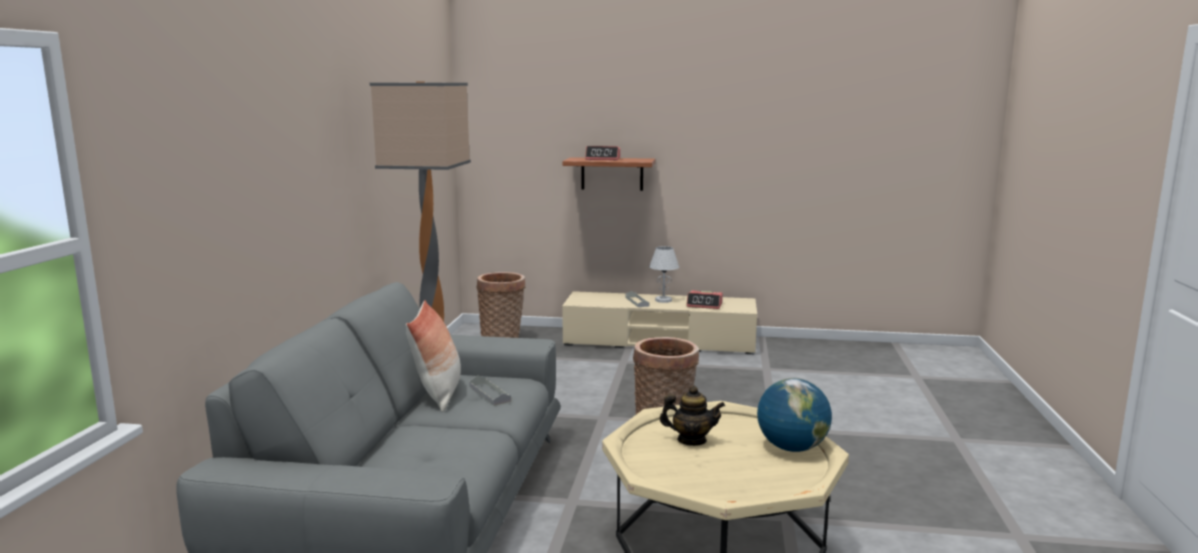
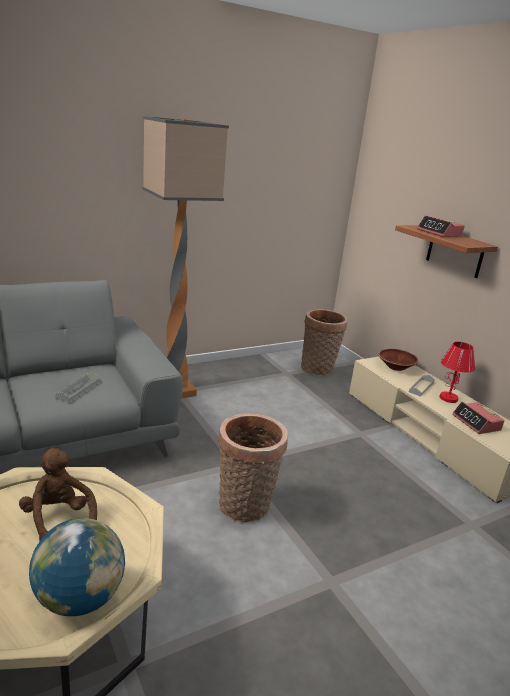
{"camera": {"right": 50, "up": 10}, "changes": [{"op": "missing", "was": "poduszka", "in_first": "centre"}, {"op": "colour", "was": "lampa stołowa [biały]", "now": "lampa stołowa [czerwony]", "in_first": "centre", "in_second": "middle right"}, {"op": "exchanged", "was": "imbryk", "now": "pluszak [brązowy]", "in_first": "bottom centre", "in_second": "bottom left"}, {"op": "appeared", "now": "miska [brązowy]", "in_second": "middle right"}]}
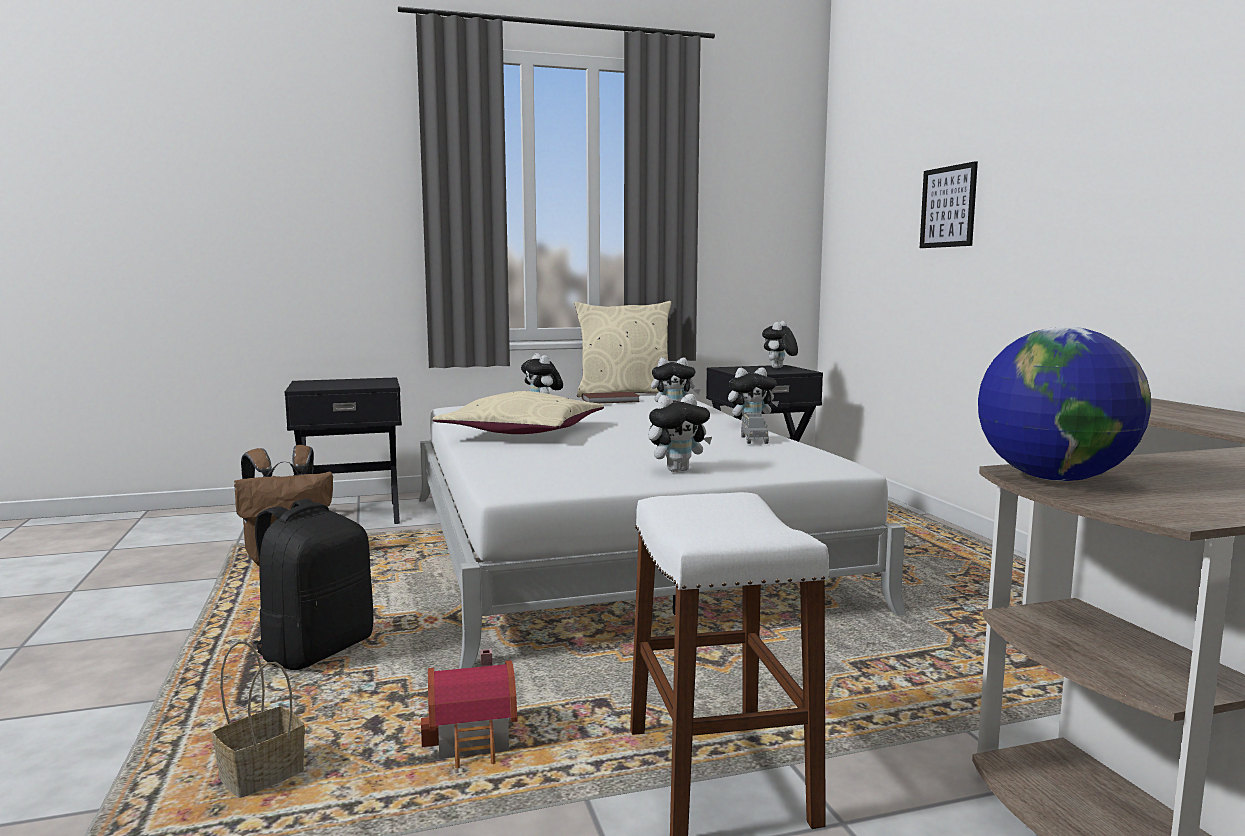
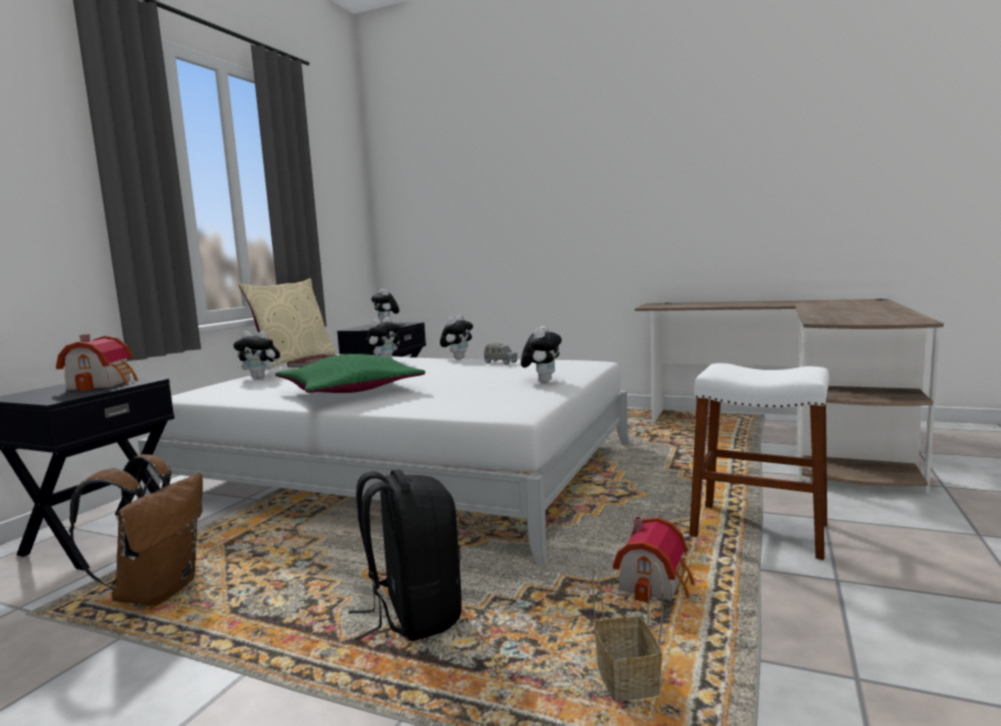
{"camera": {"right": -50, "up": 0}, "changes": [{"op": "colour", "was": "poduszka [beżowy] (no. 1 from left)", "now": "poduszka [zielony]", "in_first": "centre", "in_second": "centre"}, {"op": "missing", "was": "obraz", "in_first": "top right"}, {"op": "missing", "was": "globus", "in_first": "middle right"}, {"op": "appeared", "now": "domek (no. 1 from left)", "in_second": "middle left"}]}
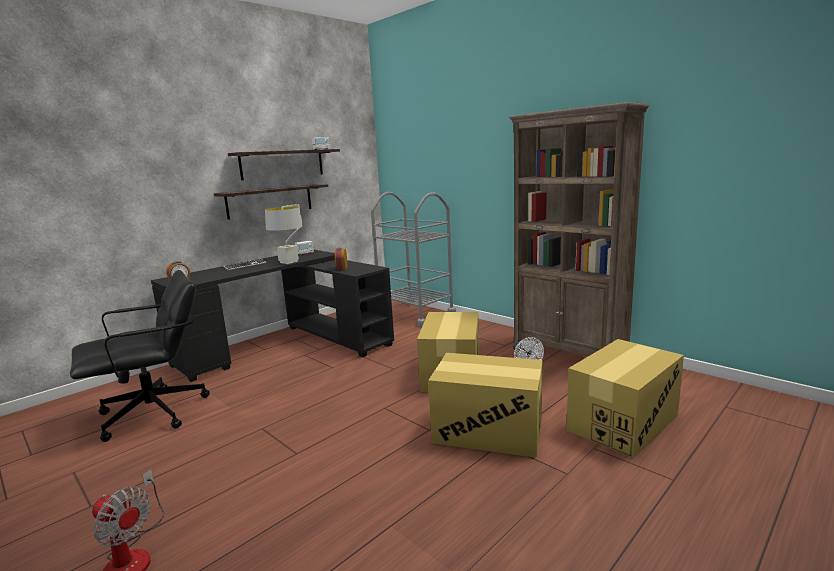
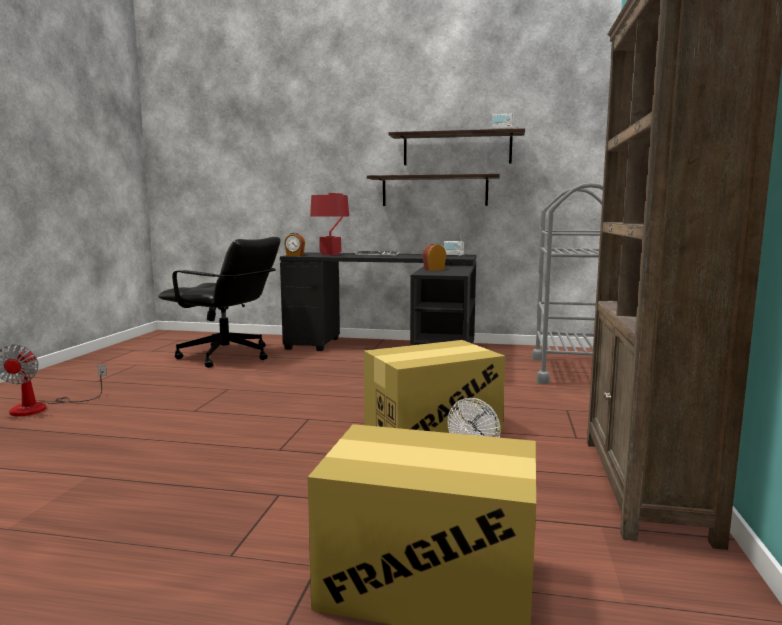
{"camera": {"right": 55, "up": -5}, "changes": [{"op": "missing", "was": "lampa stołowa [szary]", "in_first": "centre"}, {"op": "missing", "was": "karton (no. 2 from left)", "in_first": "bottom centre"}, {"op": "appeared", "now": "lampa stołowa [czerwony]", "in_second": "centre"}]}
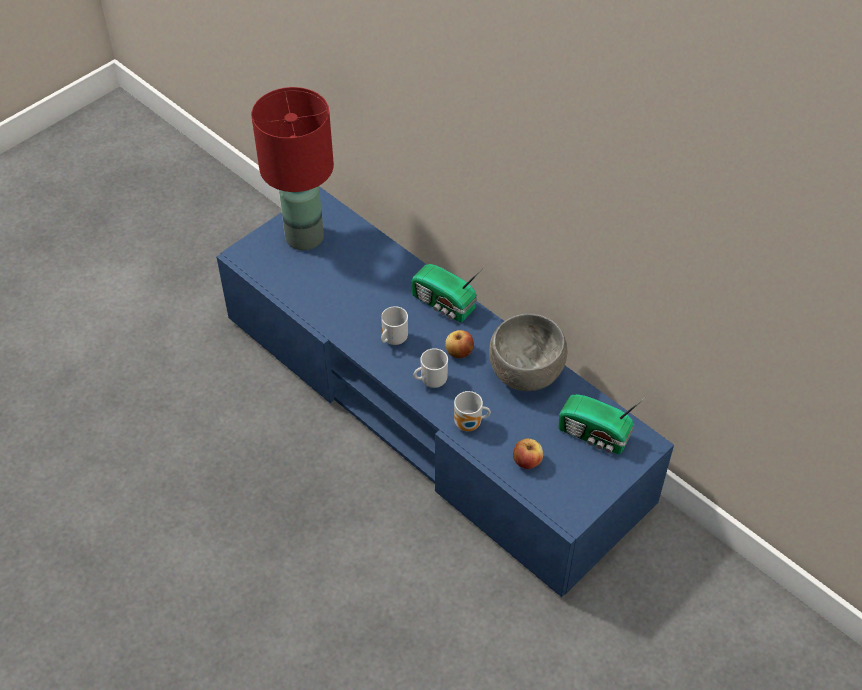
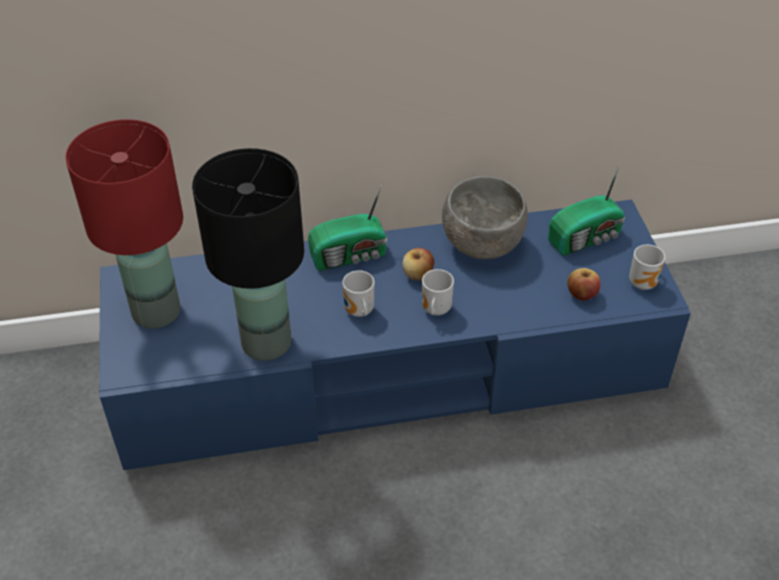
{"camera": {"right": -55, "up": -5}, "changes": [{"op": "relocated", "was": "kubek (no. 3 from left)", "in_first": "centre", "in_second": "middle right"}, {"op": "appeared", "now": "lampa stołowa [czarny]", "in_second": "middle left"}]}
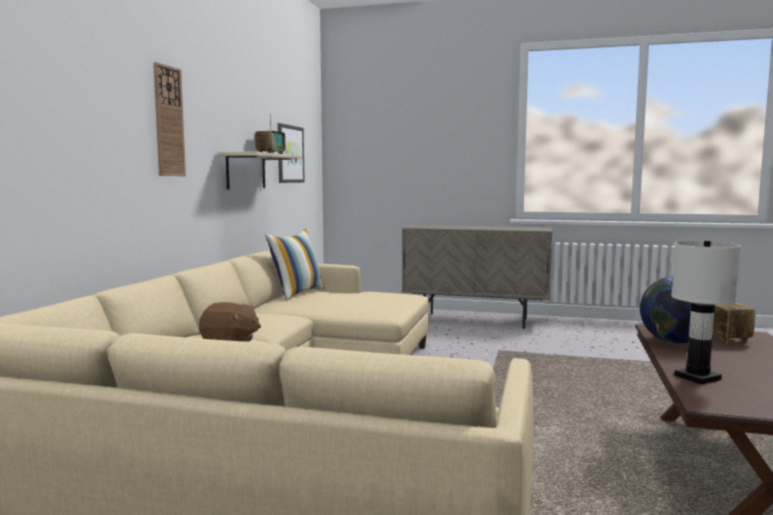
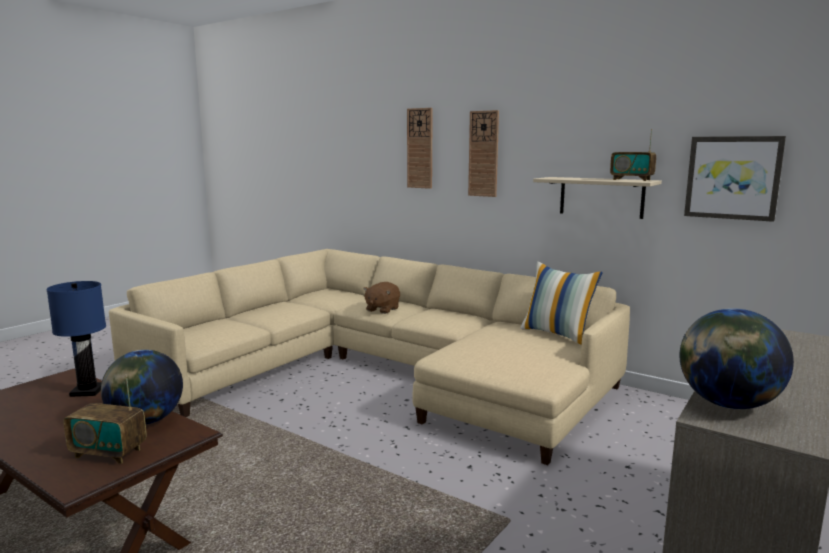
{"camera": {"right": 110, "up": 5}, "changes": [{"op": "colour", "was": "lampa stołowa [biały]", "now": "lampa stołowa [niebieski]", "in_first": "middle right", "in_second": "middle left"}, {"op": "appeared", "now": "zegar ścienny (no. 1 from left)", "in_second": "top centre"}, {"op": "appeared", "now": "globus (no. 2 from left)", "in_second": "middle right"}]}
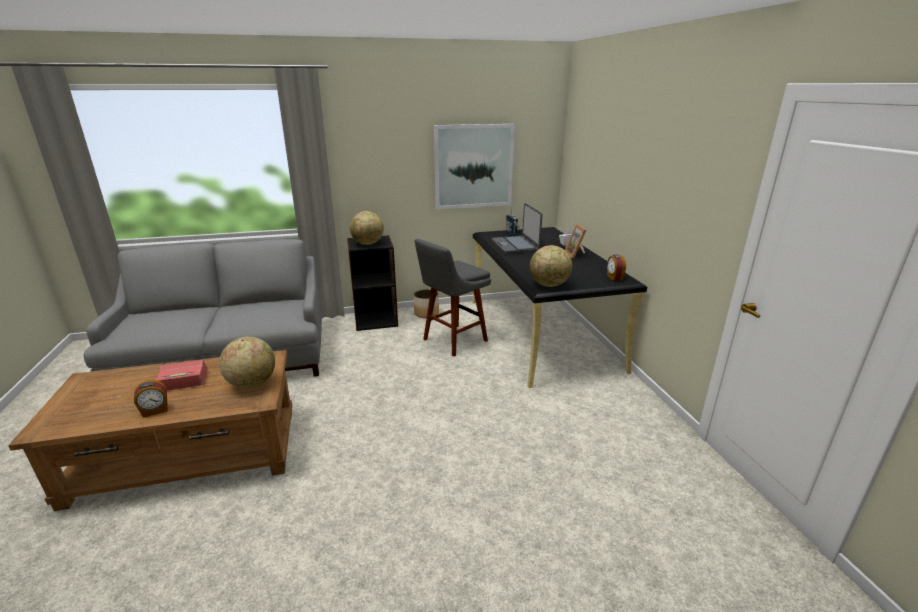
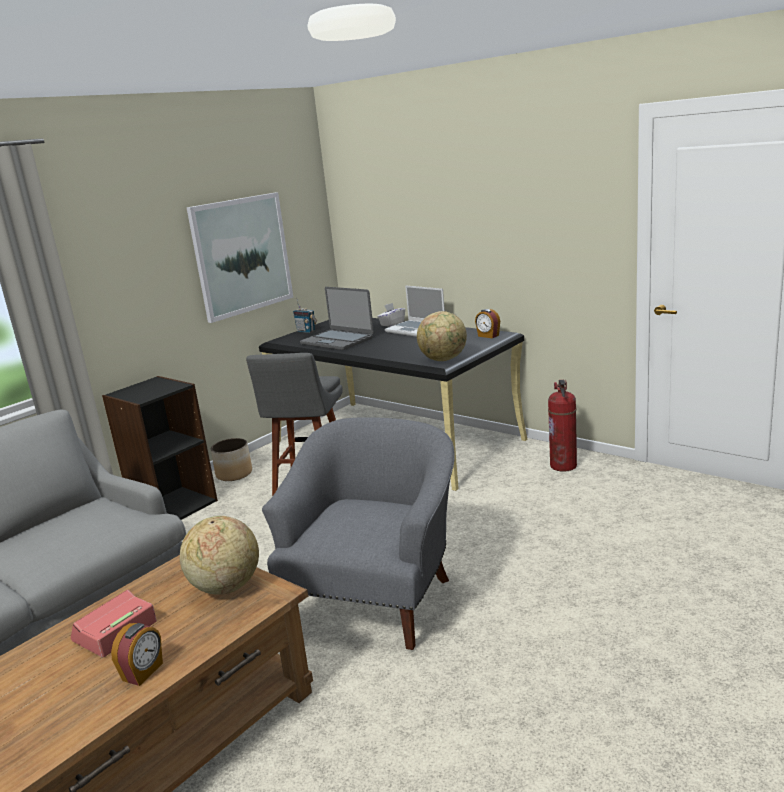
{"camera": {"right": -35, "up": -5}, "changes": [{"op": "missing", "was": "globus (no. 2 from left)", "in_first": "centre"}, {"op": "exchanged", "was": "ramka na zdjęcie", "now": "laptop (no. 2 from left)", "in_first": "centre", "in_second": "centre"}, {"op": "appeared", "now": "fotel [szary]", "in_second": "bottom centre"}, {"op": "appeared", "now": "gaśnica", "in_second": "middle right"}]}
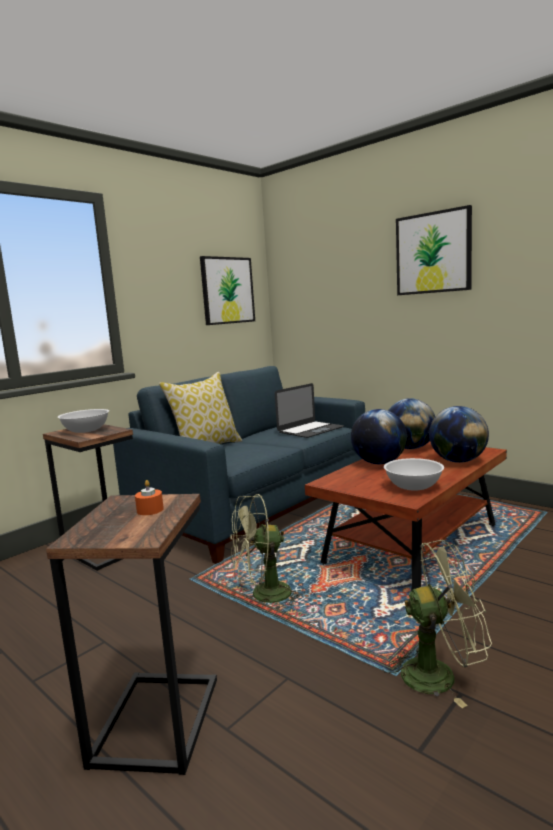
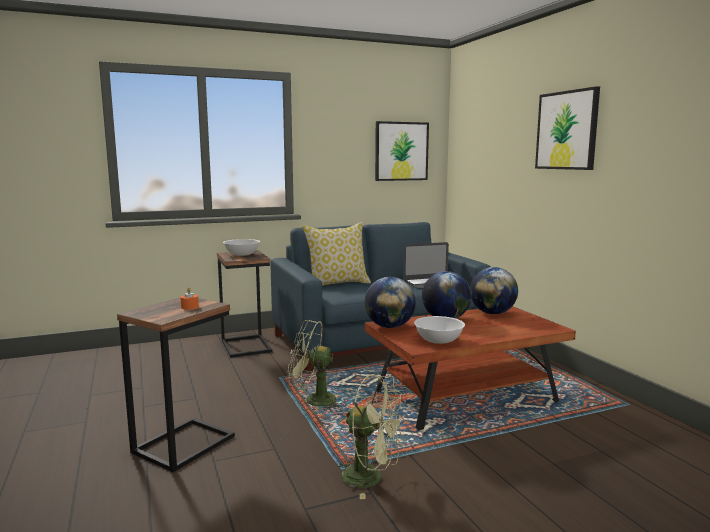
{"camera": {"right": 25, "up": 0}, "changes": [{"op": "relocated", "was": "globus (no. 3 from left in the first image)", "now": "globus (no. 1 from left)", "in_first": "middle right", "in_second": "centre"}]}
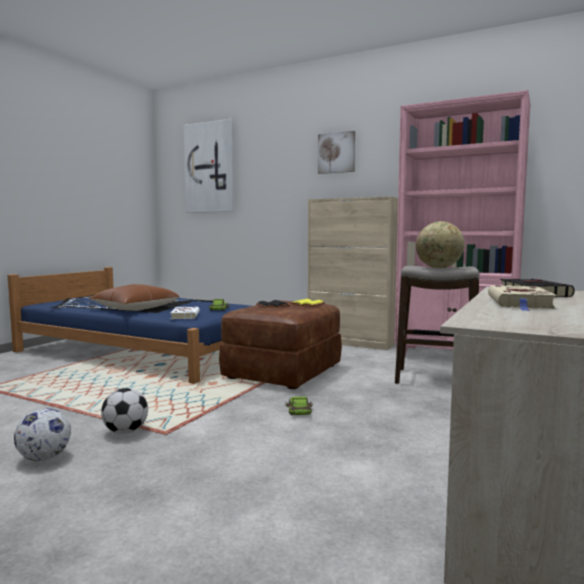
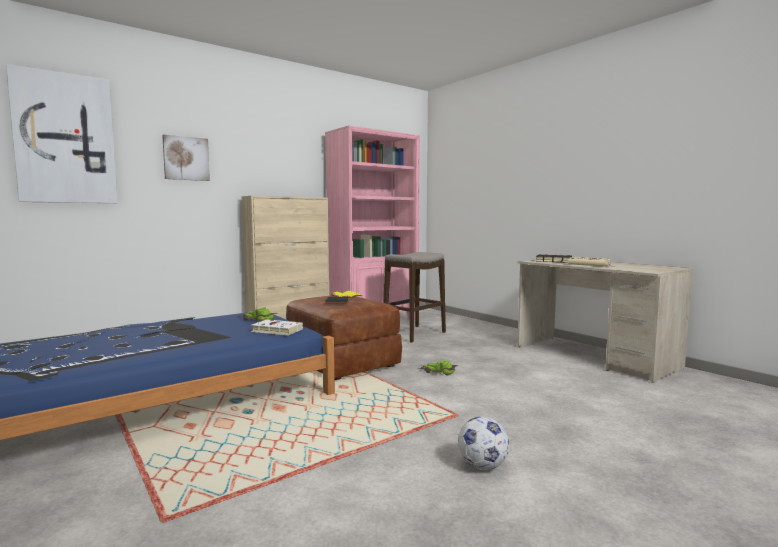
{"camera": {"right": -65, "up": 0}, "changes": [{"op": "missing", "was": "poduszka [brązowy]", "in_first": "middle left"}, {"op": "missing", "was": "piłka futbolowa (no. 2 from left)", "in_first": "bottom left"}, {"op": "relocated", "was": "obraz (no. 2 from left)", "in_first": "top centre", "in_second": "top left"}, {"op": "missing", "was": "globus", "in_first": "middle right"}]}
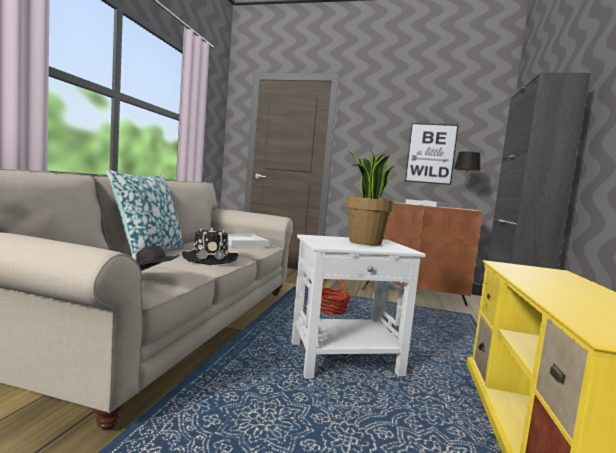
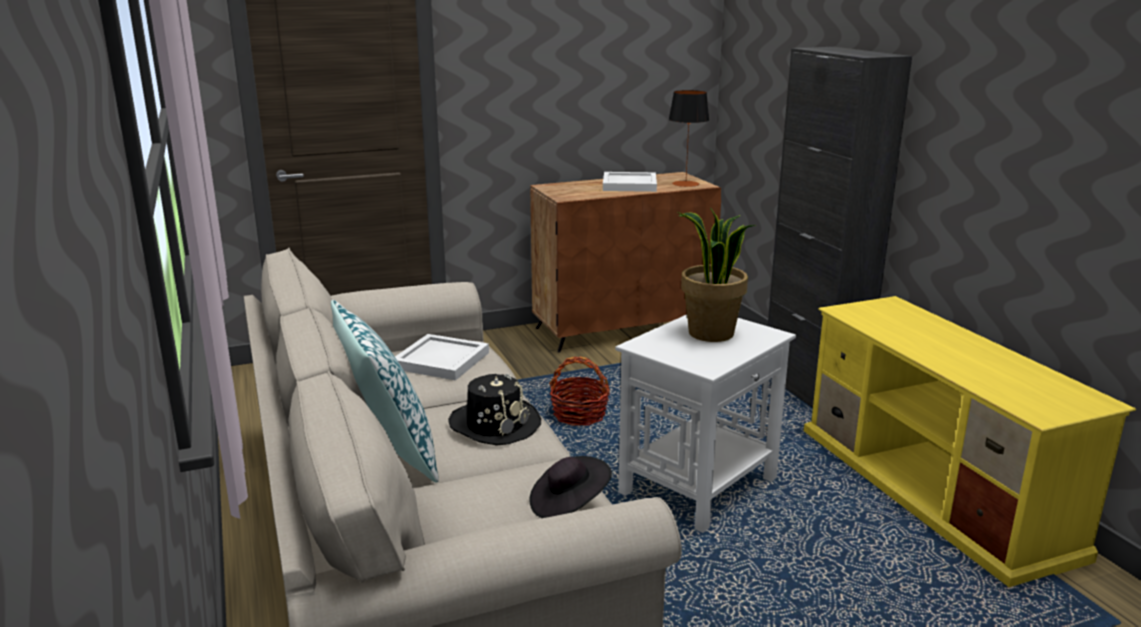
{"camera": {"right": -35, "up": 15}, "changes": [{"op": "missing", "was": "obraz", "in_first": "middle right"}]}
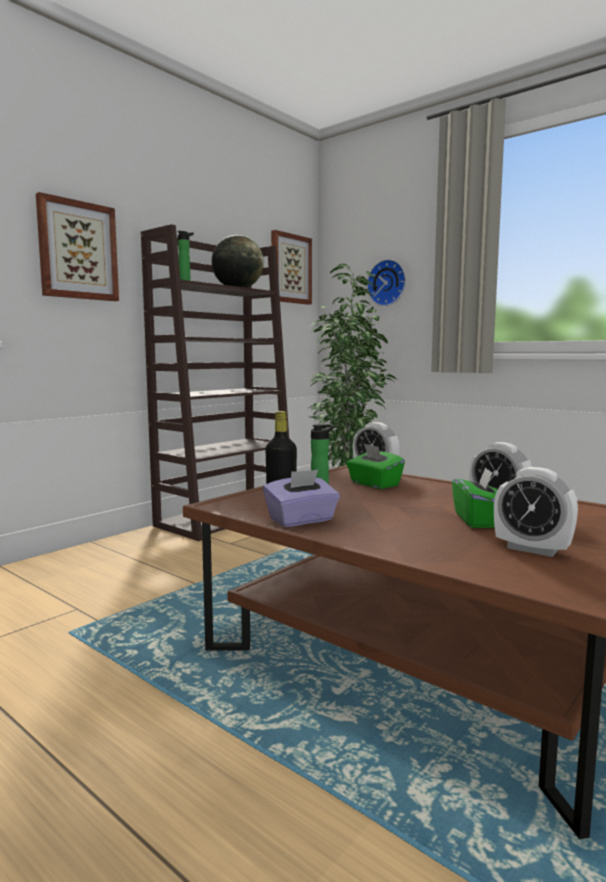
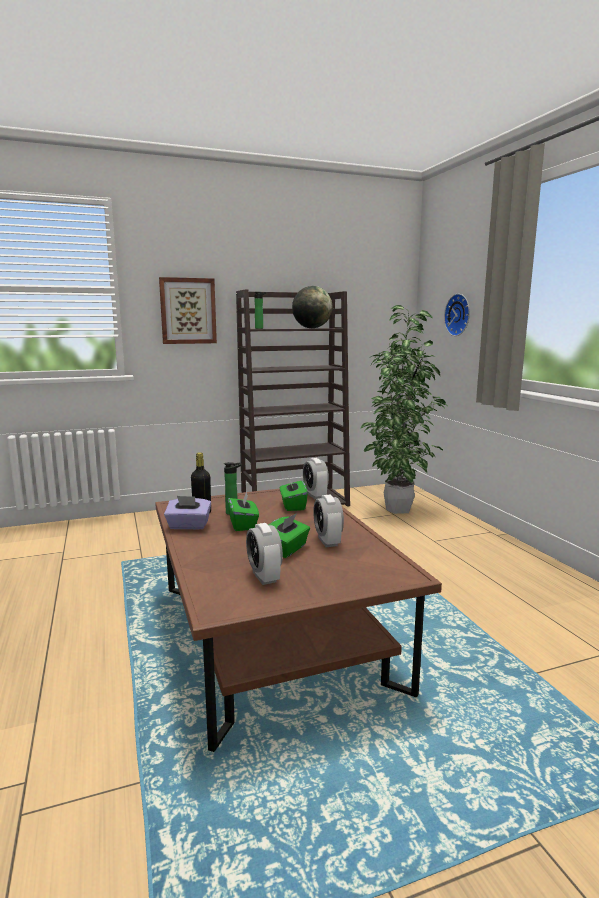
{"camera": {"right": 30, "up": 5}, "changes": [{"op": "missing", "was": "obraz (no. 2 from left)", "in_first": "top centre"}, {"op": "appeared", "now": "pudełko chusteczek [zielony] (no. 1 from left)", "in_second": "centre"}]}
